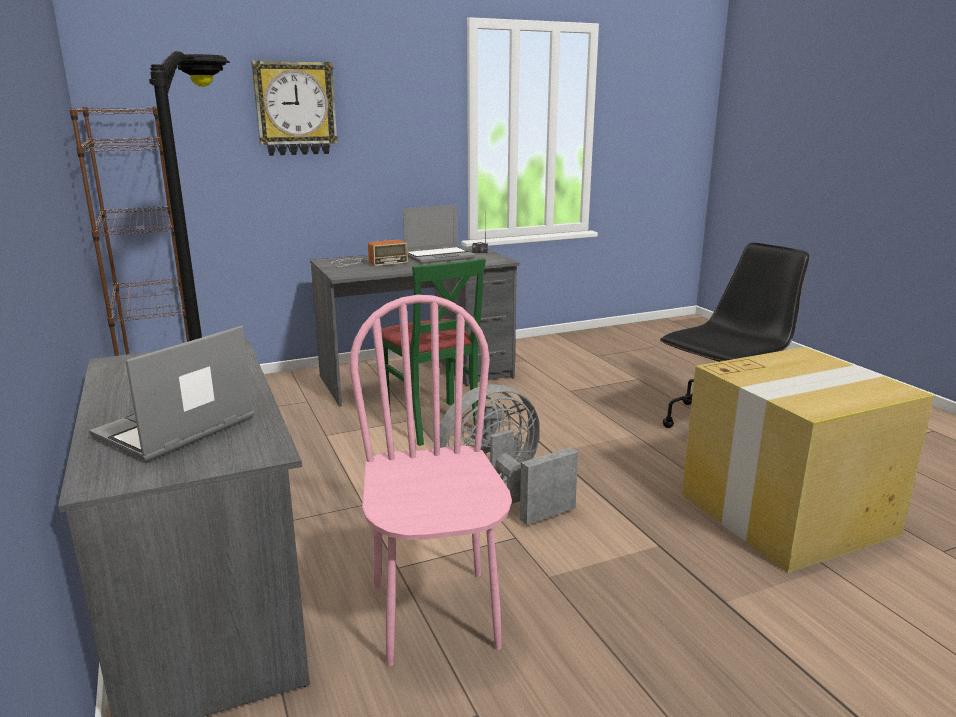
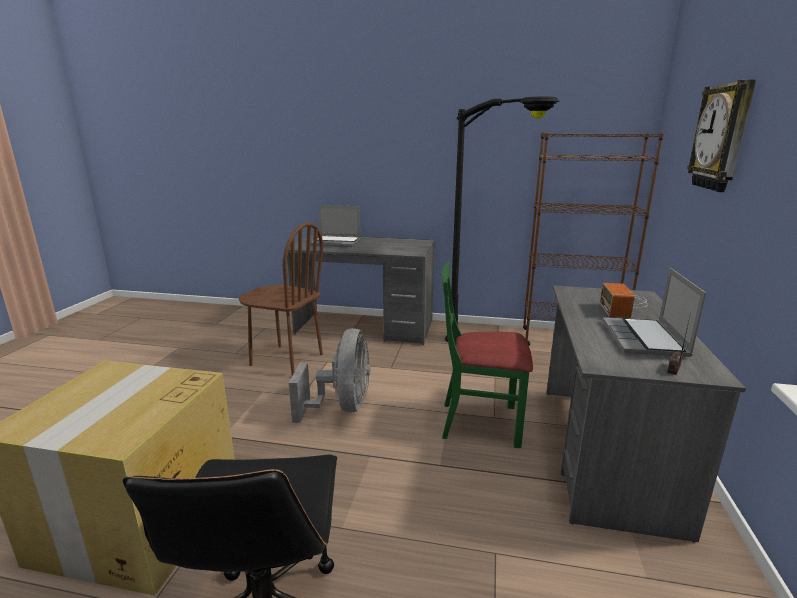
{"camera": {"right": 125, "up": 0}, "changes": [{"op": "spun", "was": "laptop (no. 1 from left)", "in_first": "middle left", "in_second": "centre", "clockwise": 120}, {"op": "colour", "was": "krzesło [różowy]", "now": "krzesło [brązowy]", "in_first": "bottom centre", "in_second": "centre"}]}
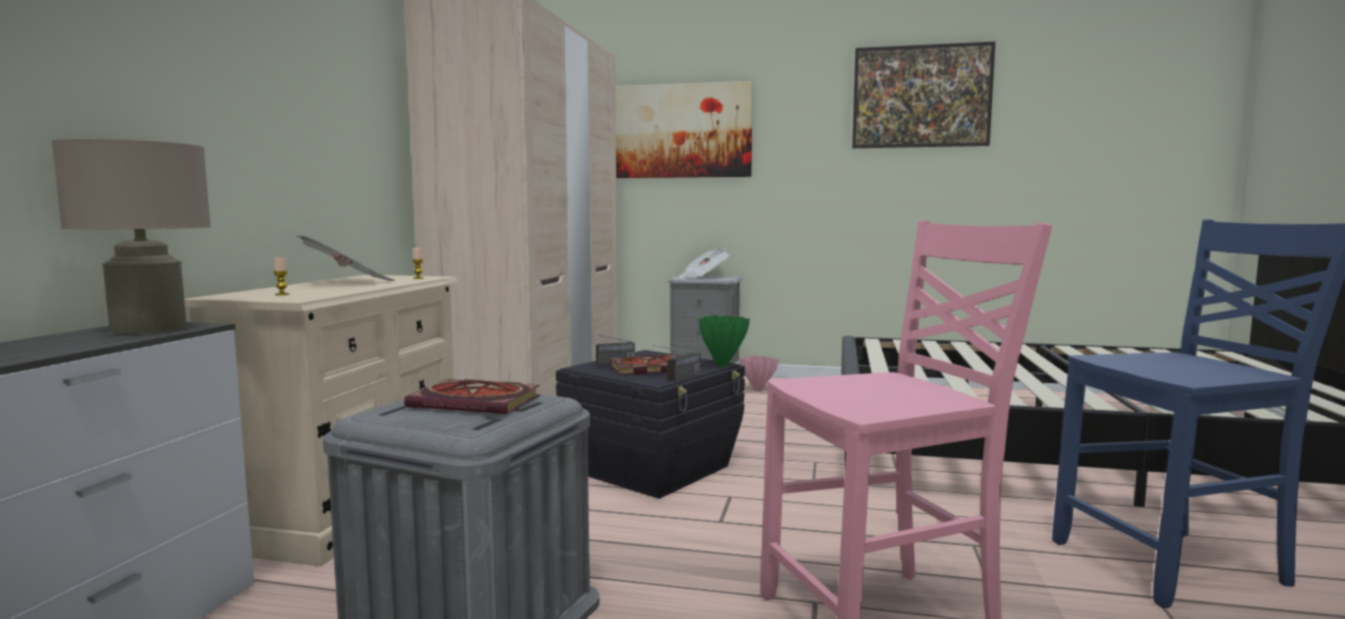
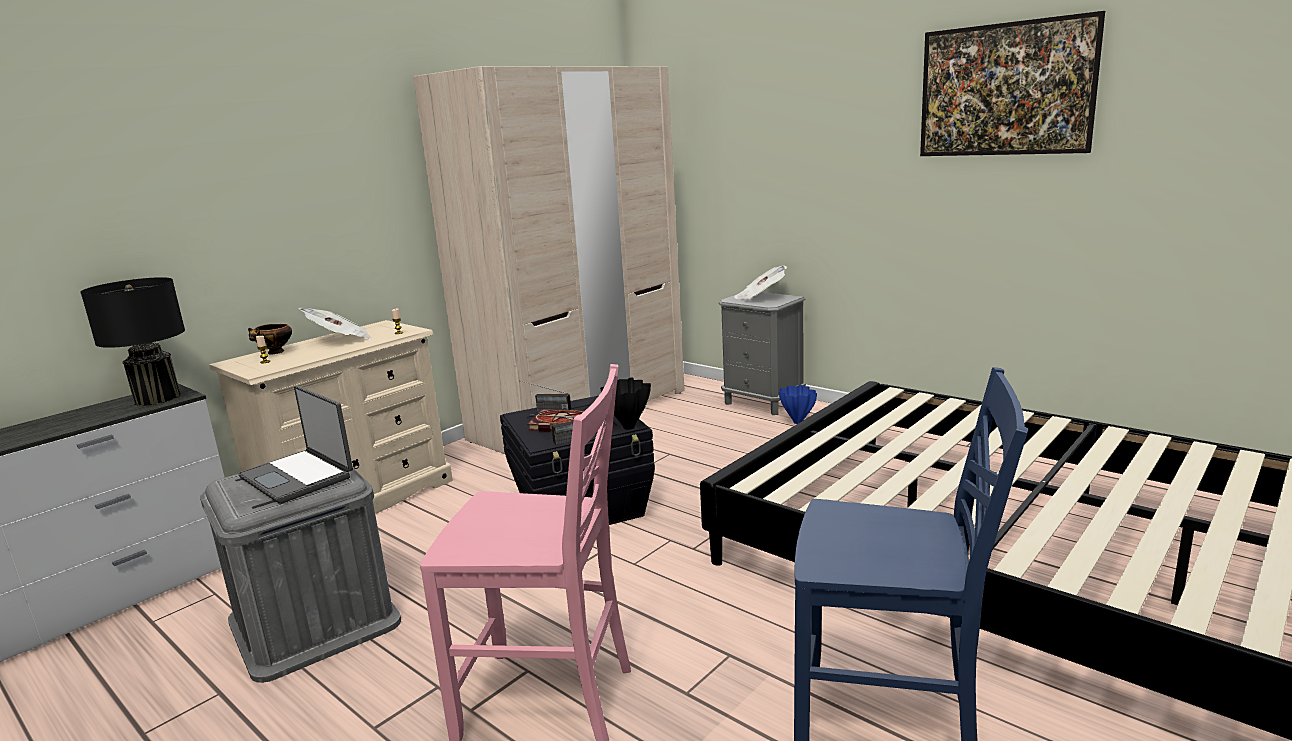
{"camera": {"right": 30, "up": 10}, "changes": [{"op": "colour", "was": "lampa stołowa [beżowy]", "now": "lampa stołowa [czarny]", "in_first": "middle left", "in_second": "middle left"}, {"op": "exchanged", "was": "książka (no. 1 from left)", "now": "laptop", "in_first": "centre", "in_second": "middle left"}, {"op": "missing", "was": "obraz (no. 1 from left)", "in_first": "top centre"}, {"op": "colour", "was": "wazon [zielony]", "now": "wazon [czarny]", "in_first": "centre", "in_second": "centre"}, {"op": "colour", "was": "wazon [różowy]", "now": "wazon [niebieski]", "in_first": "centre", "in_second": "centre"}, {"op": "appeared", "now": "miska", "in_second": "middle left"}]}
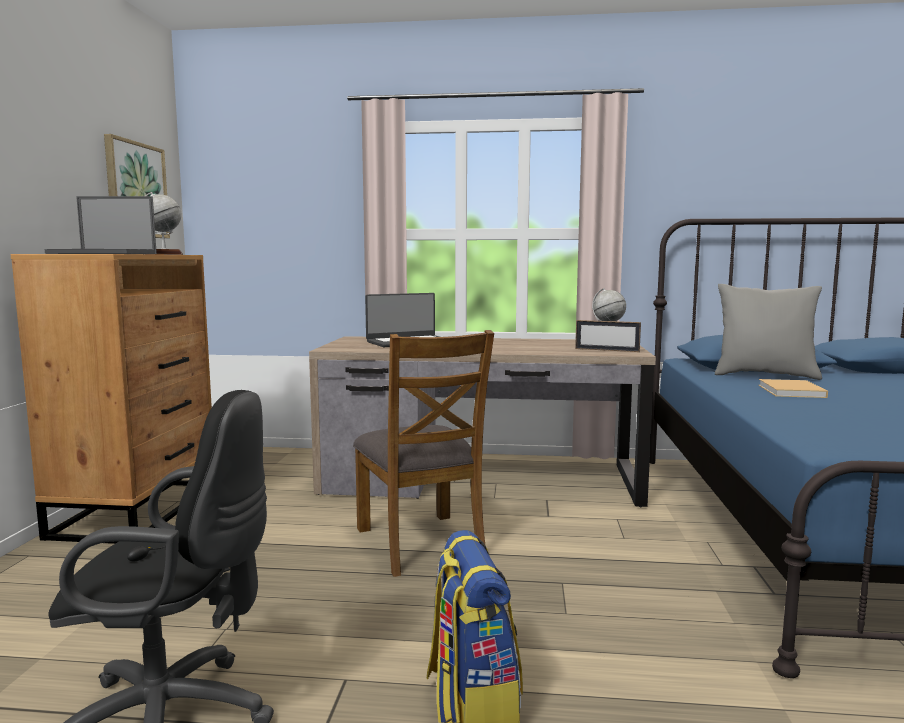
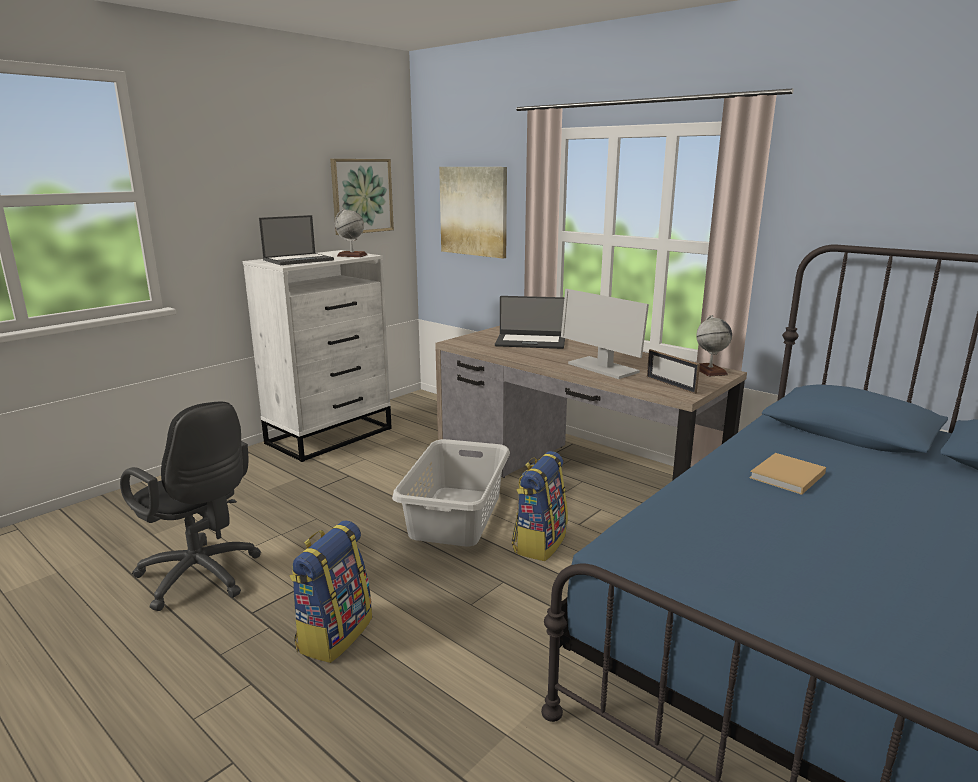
{"camera": {"right": 35, "up": 10}, "changes": [{"op": "colour", "was": "komoda [brązowy]", "now": "komoda [biały]", "in_first": "middle left", "in_second": "middle left"}, {"op": "spun", "was": "laptop (no. 1 from left)", "in_first": "top left", "in_second": "top left", "clockwise": -75}, {"op": "exchanged", "was": "krzesło [brązowy]", "now": "kosz na pranie [szary]", "in_first": "centre", "in_second": "centre"}, {"op": "missing", "was": "poduszka [szary]", "in_first": "middle right"}, {"op": "appeared", "now": "obraz (no. 2 from left)", "in_second": "top centre"}, {"op": "appeared", "now": "plecak (no. 2 from left)", "in_second": "centre"}, {"op": "appeared", "now": "monitor", "in_second": "centre"}]}
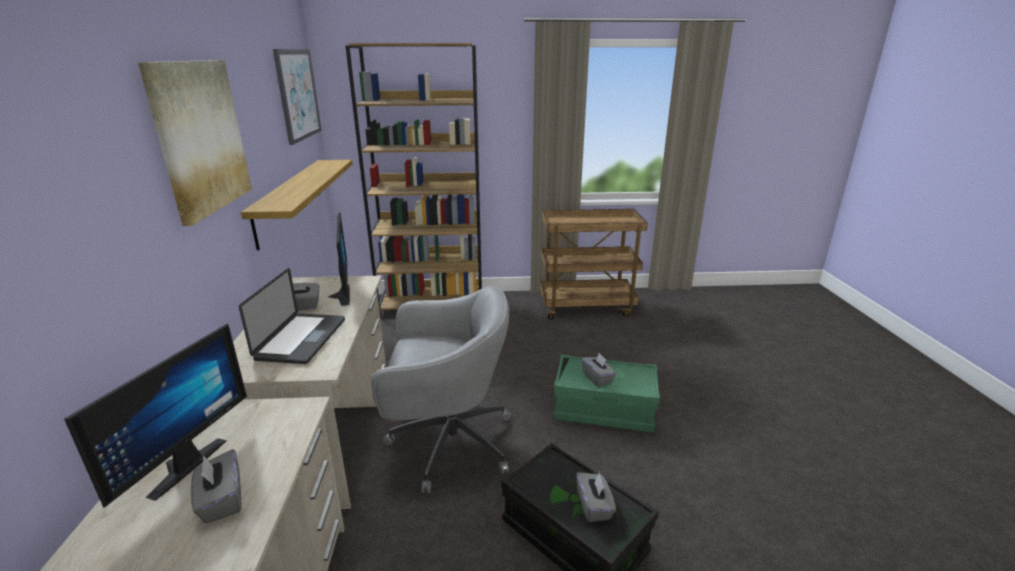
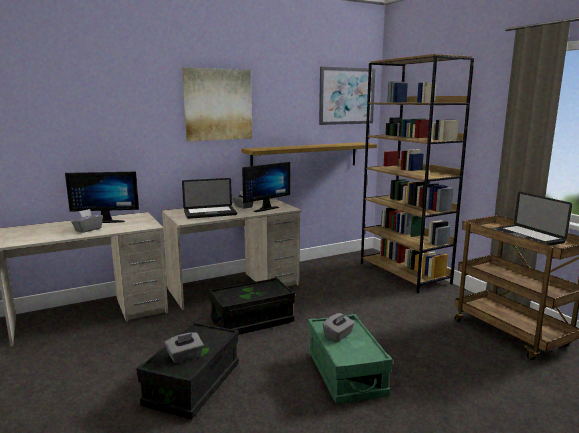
{"camera": {"right": 65, "up": -10}, "changes": [{"op": "exchanged", "was": "krzesło biurowe [szary]", "now": "pojemnik do przechowywania [czarny] (no. 2 from left)", "in_first": "bottom centre", "in_second": "bottom centre"}, {"op": "appeared", "now": "laptop (no. 2 from left)", "in_second": "middle right"}]}
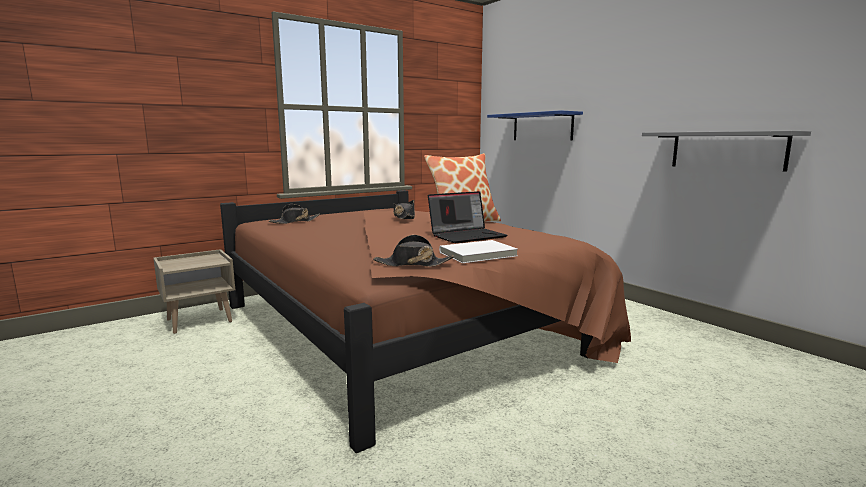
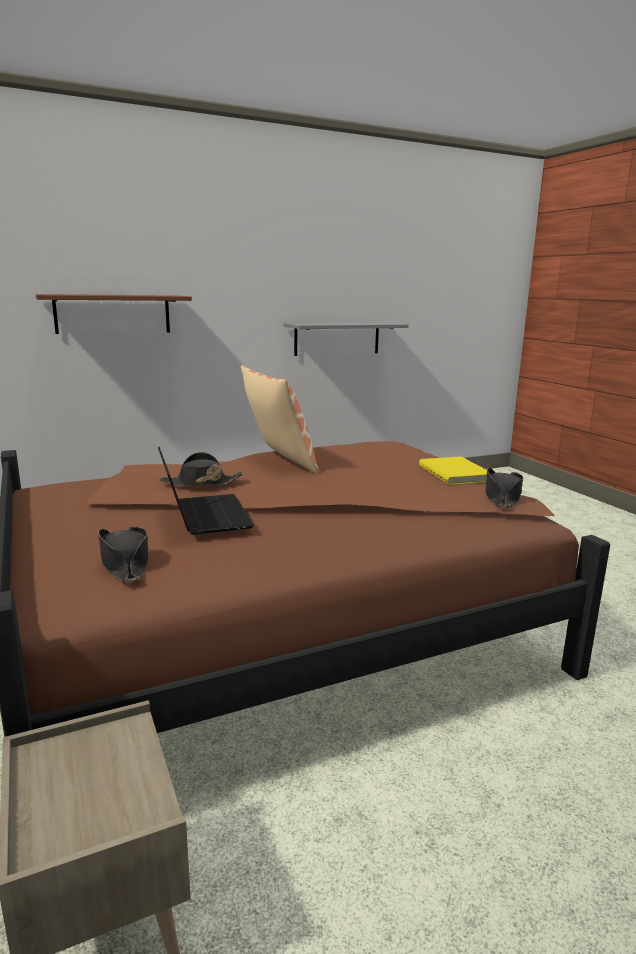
{"camera": {"right": -80, "up": 5}, "changes": [{"op": "relocated", "was": "laptop", "in_first": "centre", "in_second": "middle left"}, {"op": "colour", "was": "książka [biały]", "now": "książka [żółty]", "in_first": "centre", "in_second": "middle right"}, {"op": "colour", "was": "półka [niebieski]", "now": "półka [brązowy]", "in_first": "top centre", "in_second": "top left"}]}
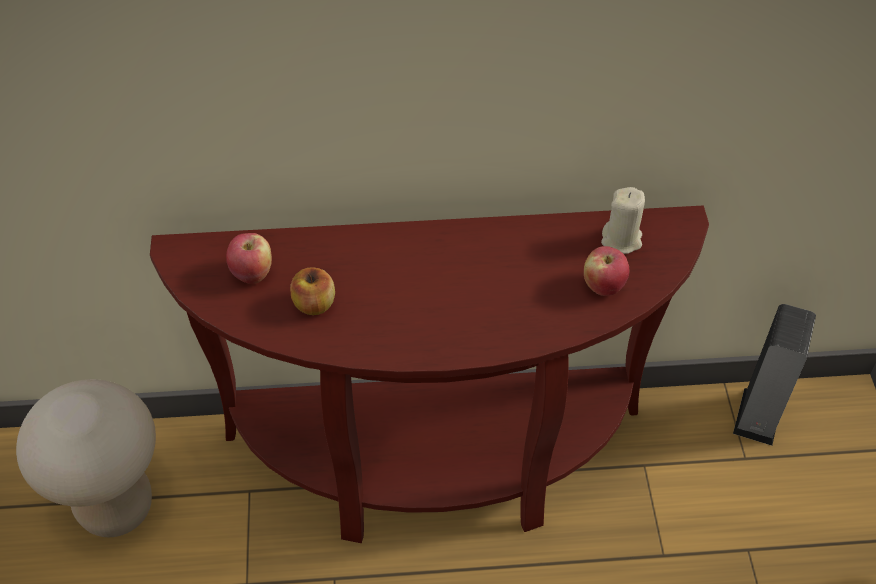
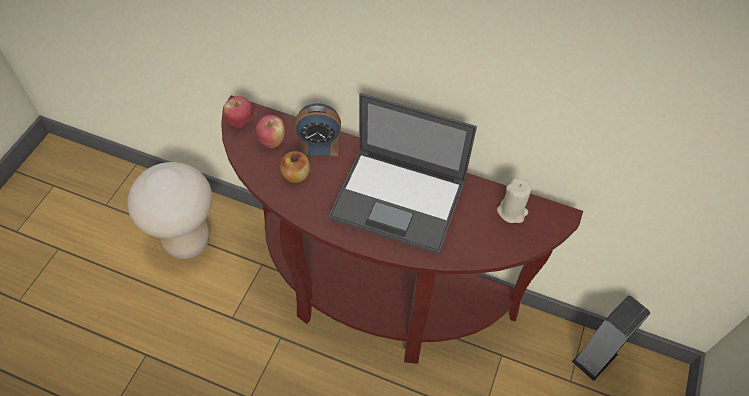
{"camera": {"right": 25, "up": 5}, "changes": [{"op": "relocated", "was": "jabłko (no. 3 from left in the first image)", "now": "jabłko (no. 1 from left)", "in_first": "middle right", "in_second": "top left"}, {"op": "appeared", "now": "budzik", "in_second": "top centre"}, {"op": "appeared", "now": "laptop", "in_second": "centre"}]}
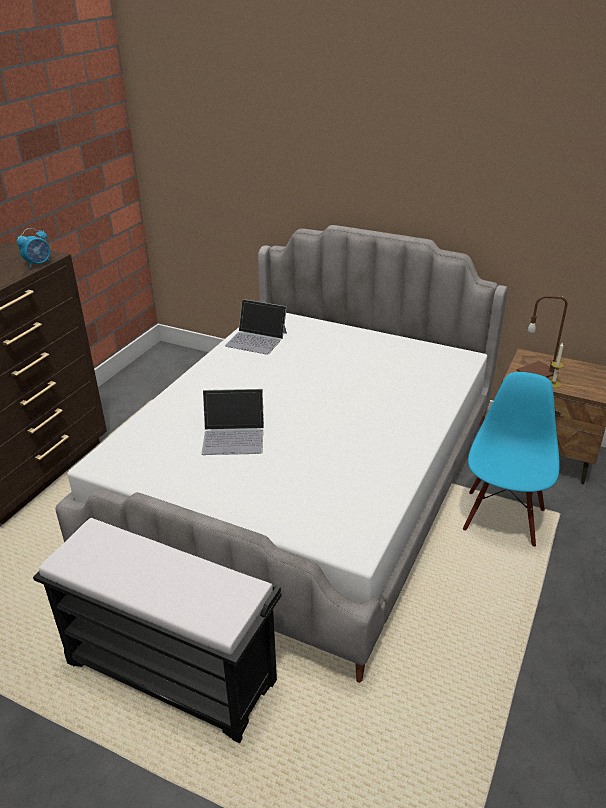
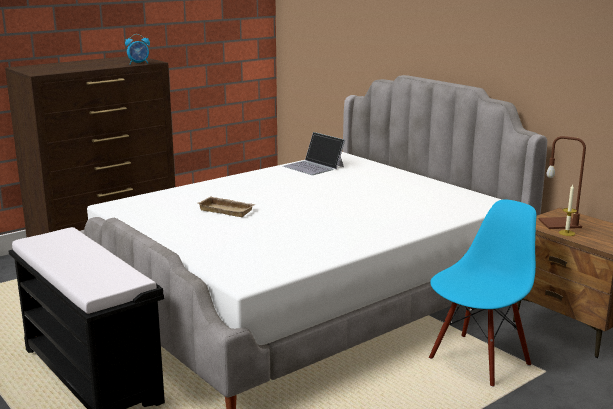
{"camera": {"right": 25, "up": -15}, "changes": [{"op": "exchanged", "was": "laptop (no. 1 from left)", "now": "taca [beżowy]", "in_first": "centre", "in_second": "centre"}]}
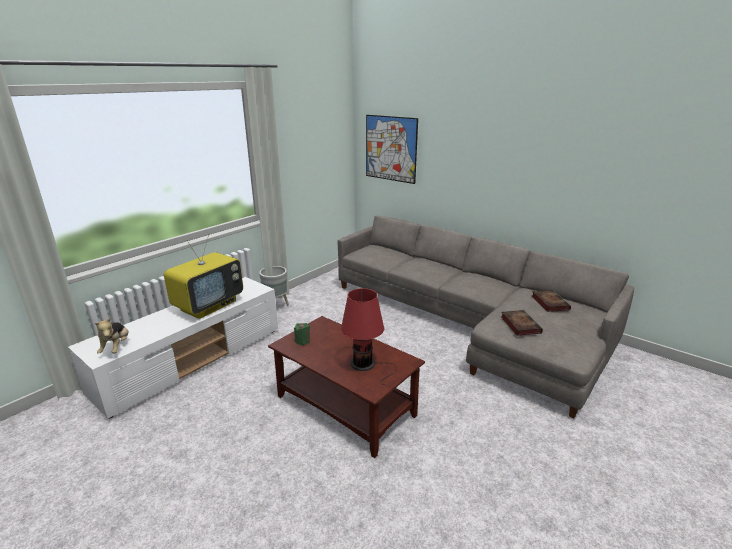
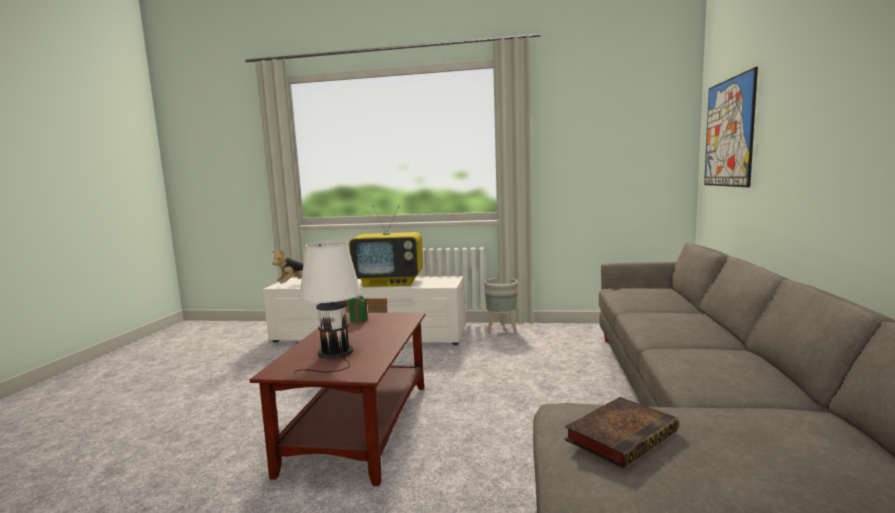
{"camera": {"right": 60, "up": -15}, "changes": [{"op": "colour", "was": "lampa stołowa [czerwony]", "now": "lampa stołowa [biały]", "in_first": "centre", "in_second": "centre"}, {"op": "missing", "was": "książka (no. 2 from left)", "in_first": "middle right"}]}
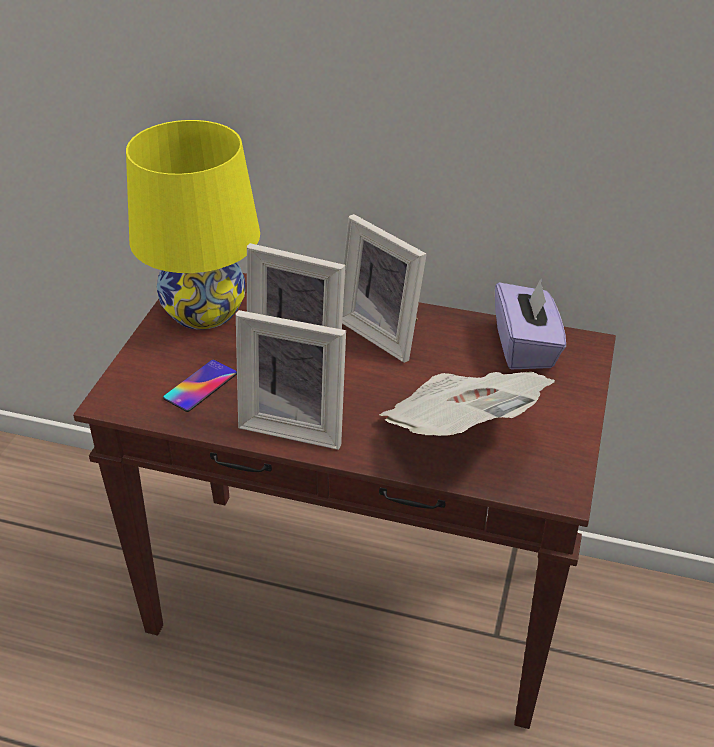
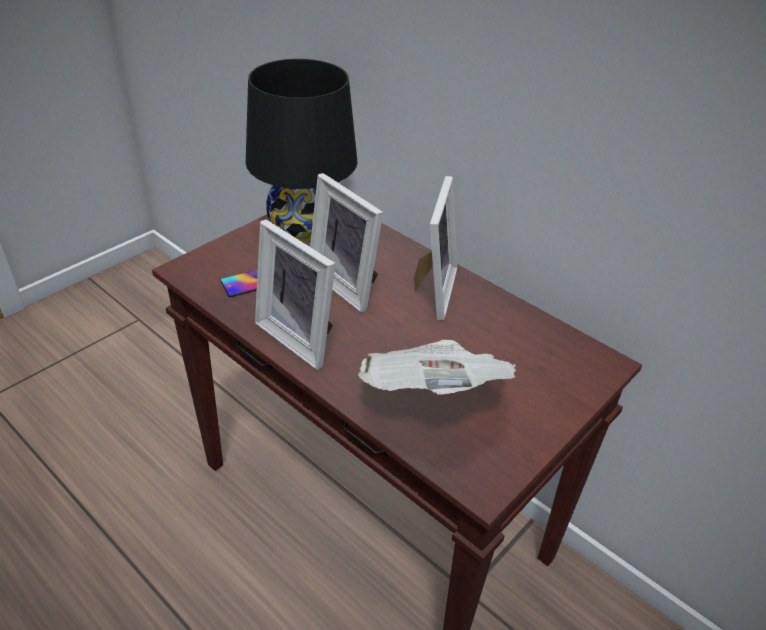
{"camera": {"right": 25, "up": 0}, "changes": [{"op": "colour", "was": "lampa stołowa [żółty]", "now": "lampa stołowa [czarny]", "in_first": "top left", "in_second": "top centre"}, {"op": "spun", "was": "ramka na zdjęcie (no. 3 from left)", "in_first": "centre", "in_second": "centre", "clockwise": -150}, {"op": "missing", "was": "pudełko chusteczek [fioletowy]", "in_first": "middle right"}]}
